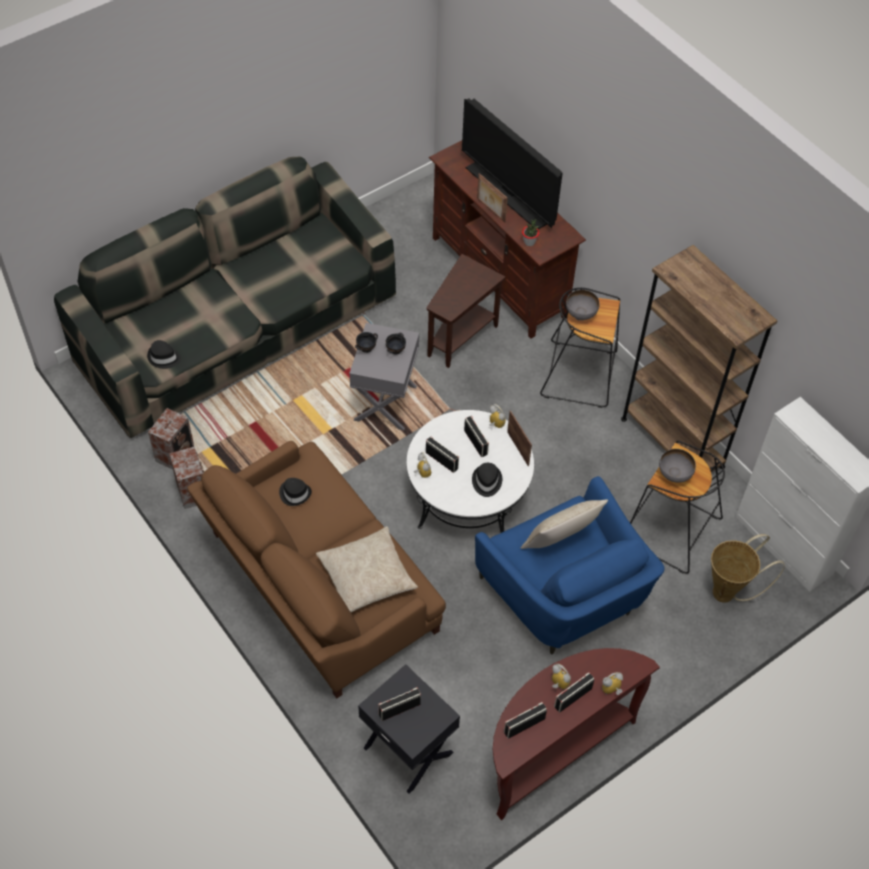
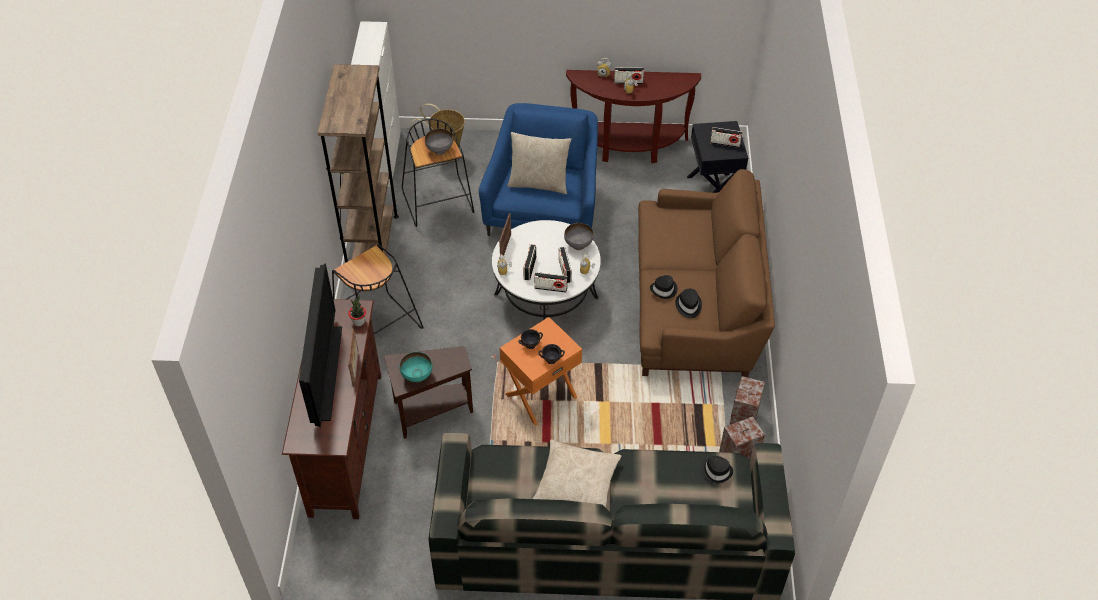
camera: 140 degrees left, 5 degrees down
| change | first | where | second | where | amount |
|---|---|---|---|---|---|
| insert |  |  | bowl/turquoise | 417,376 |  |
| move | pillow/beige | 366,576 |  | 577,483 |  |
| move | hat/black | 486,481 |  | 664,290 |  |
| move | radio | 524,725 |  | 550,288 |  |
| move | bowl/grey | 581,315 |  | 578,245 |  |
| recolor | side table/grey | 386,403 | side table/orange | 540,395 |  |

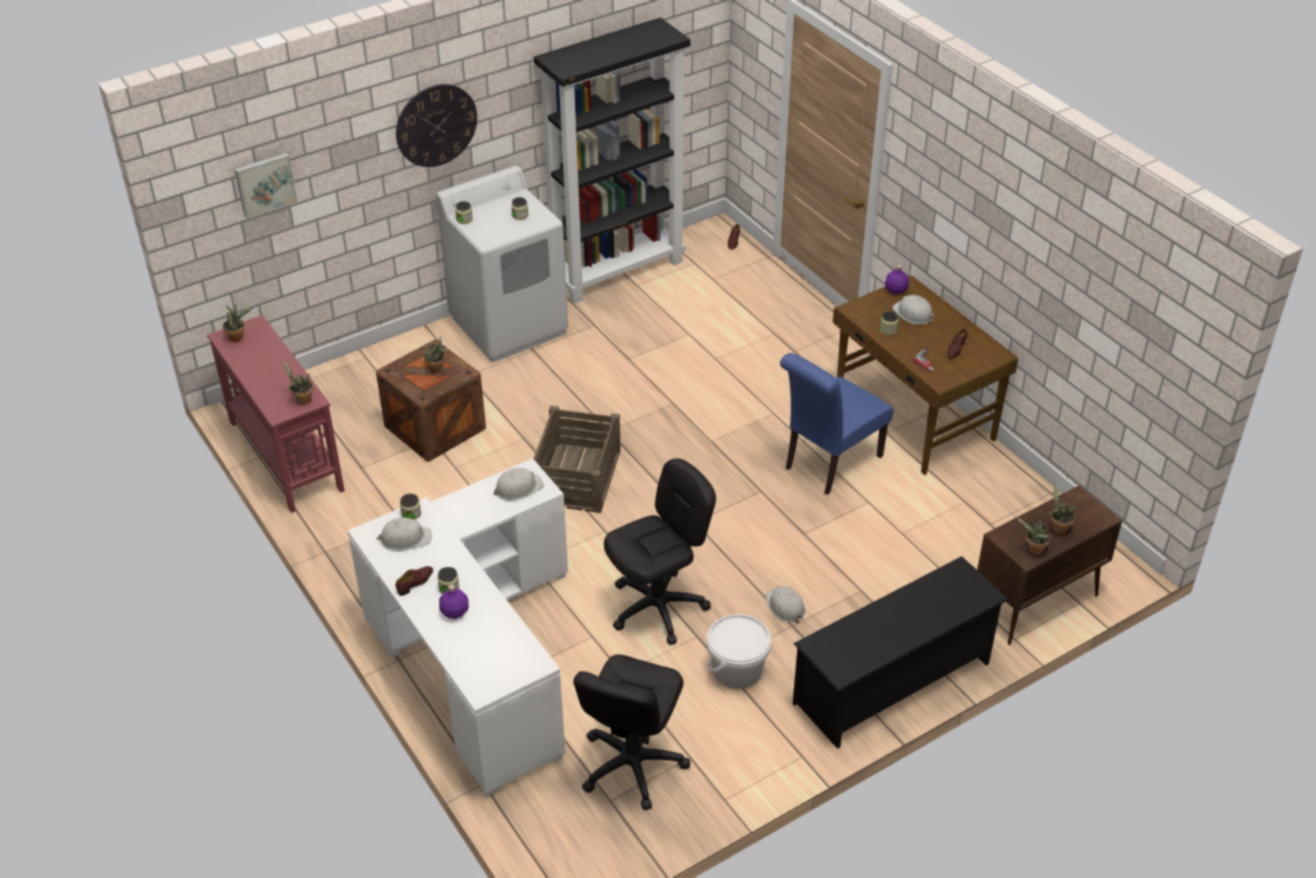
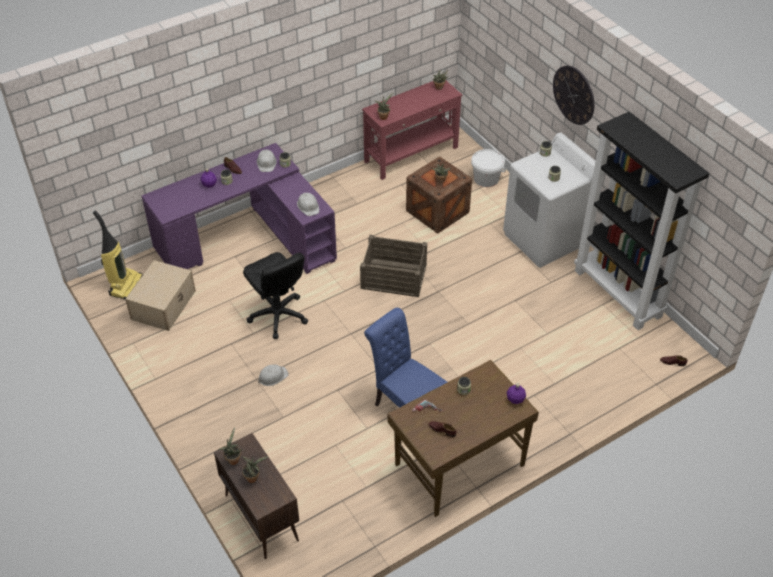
camera: 90 degrees right, 5 degrees up
| change | first | where | second | where | amount |
|---|---|---|---|---|---|
| delete | picture | 265,184 |  |  |  |
| delete | shoe rack/black | 893,683 |  |  |  |
| delete | hard hat/white | 913,314 |  |  |  |
| insert |  |  | vacuum cleaner | 125,285 |  |
| move | bucket/white | 737,670 |  | 486,178 |  |
| replace | office chair/black | 632,764 | storage box/beige | 164,304 |  |
| recolor | desk/white | 472,656 | desk/purple | 249,239 |  |

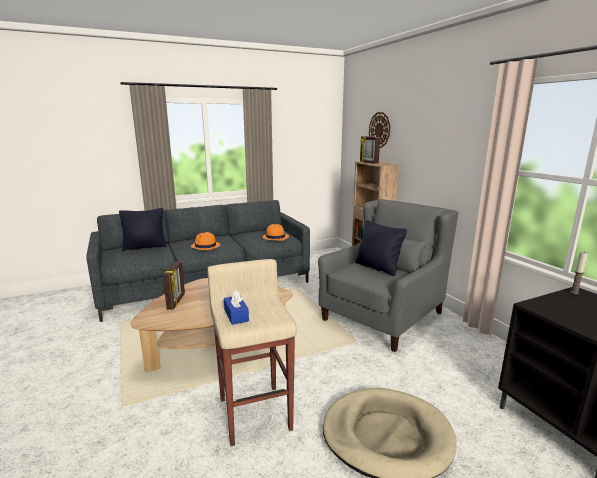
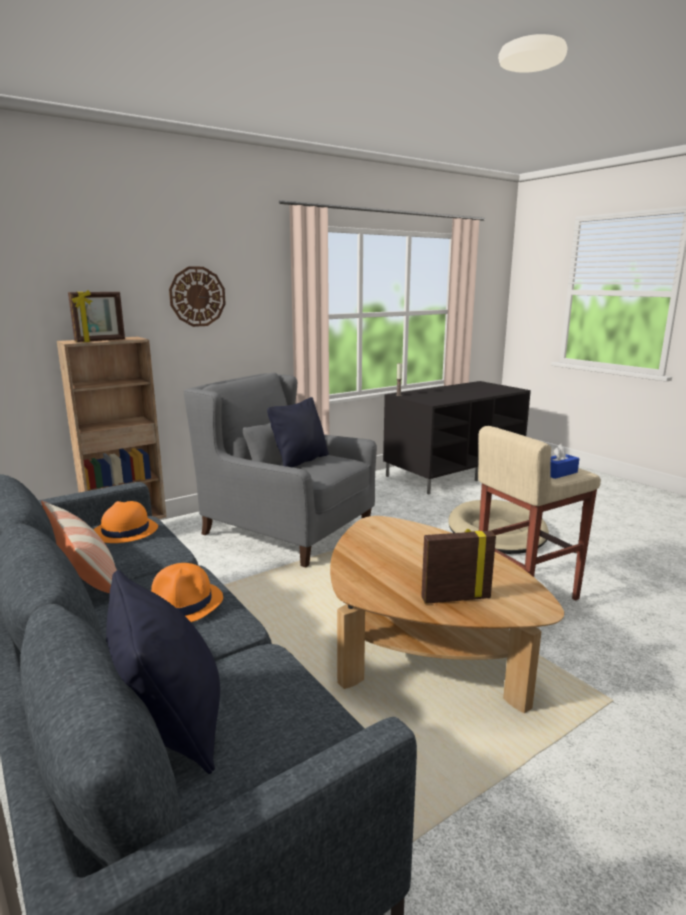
camera: 100 degrees left, 0 degrees up
| change | first | where | second | where | amount |
|---|---|---|---|---|---|
| insert |  |  | pillow | 86,574 |  |
| move | wall clock | 379,130 |  | 197,296 |  |

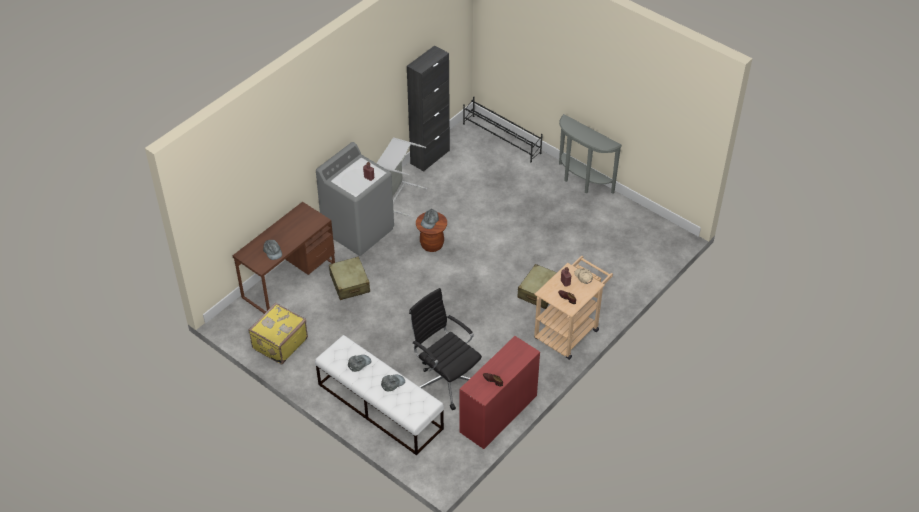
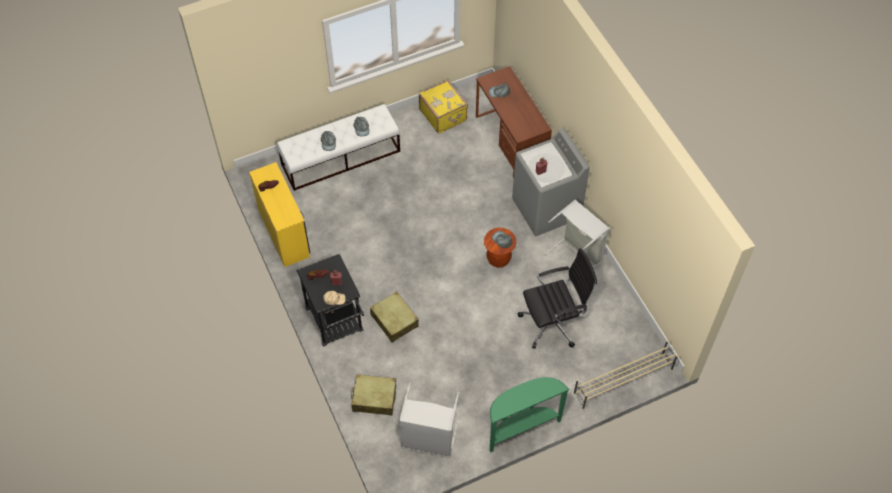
camera: 115 degrees right, 10 degrees up
| change | first | where | second | where | amount |
|---|---|---|---|---|---|
| delete | cabinet/black | 430,157 |  |  |  |
| insert |  |  | laundry basket/grey | 428,440 |  |
| move | suitcase/beige | 350,283 |  | 374,398 |  |
| move | office chair/black | 446,380 |  | 553,323 |  |
| recolor | desk/red | 497,413 | desk/yellow | 284,232 |  |
| recolor | shoe rack/black | 501,139 | shoe rack/beige | 622,381 |  |
| recolor | cart/beige | 569,330 | cart/black | 336,323 |  |
| recolor | console table/grey | 581,182 | console table/green | 521,428 |  |

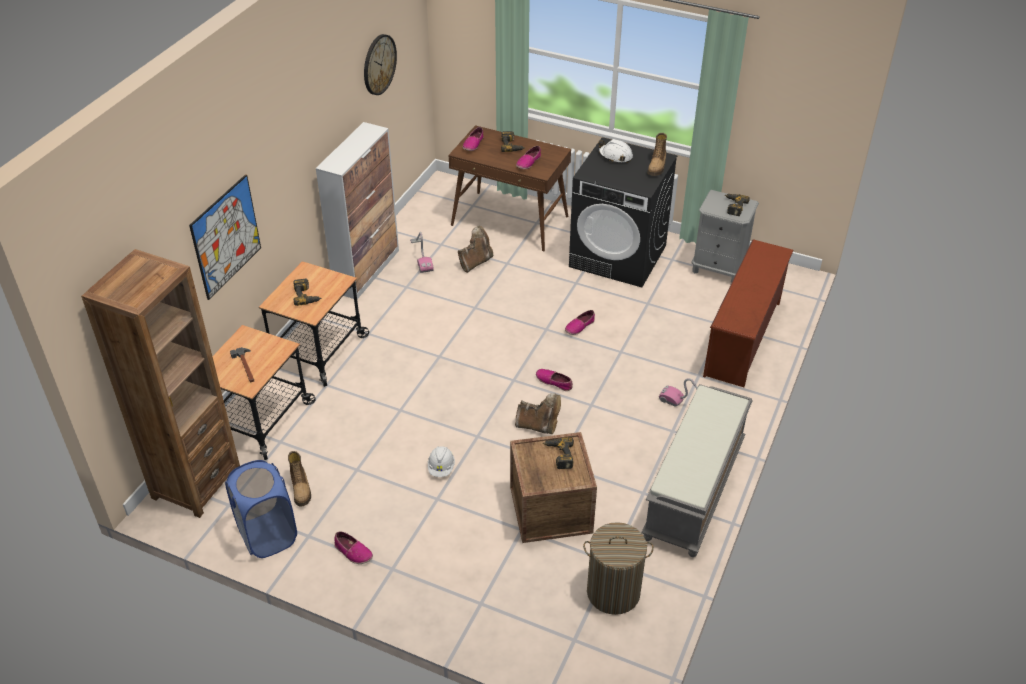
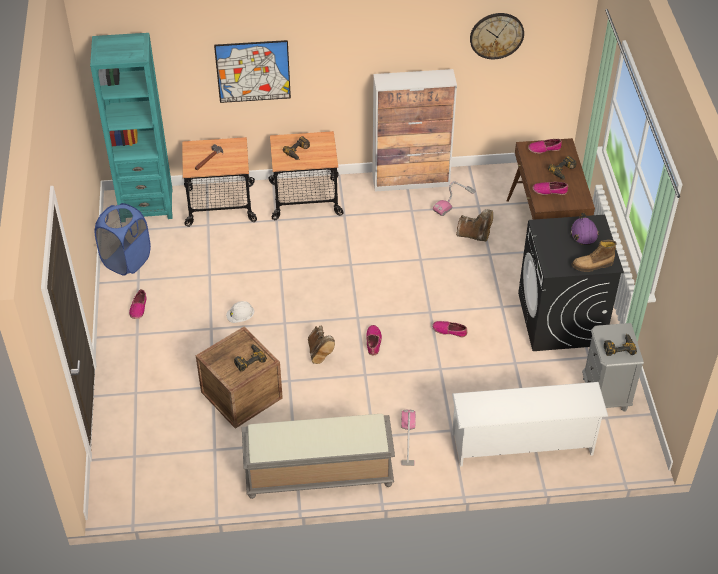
camera: 60 degrees right, 5 degrees up
| change | first | where | second | where | amount |
|---|---|---|---|---|---|
| delete | boot | 301,489 |  |  |  |
| delete | laundry basket | 613,592 |  |  |  |
| recolor | bookcase/brown | 196,483 | bookcase/turquoise | 147,205 |  |
| recolor | hard hat/white | 615,156 | hard hat/purple | 583,233 |  |
| recolor | shoe rack/brown | 744,339 | shoe rack/white | 522,445 |  |

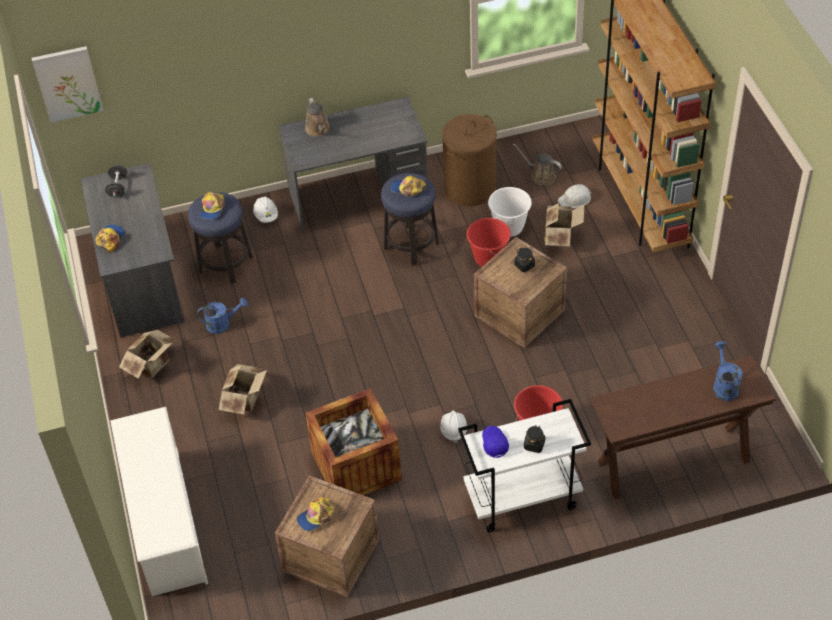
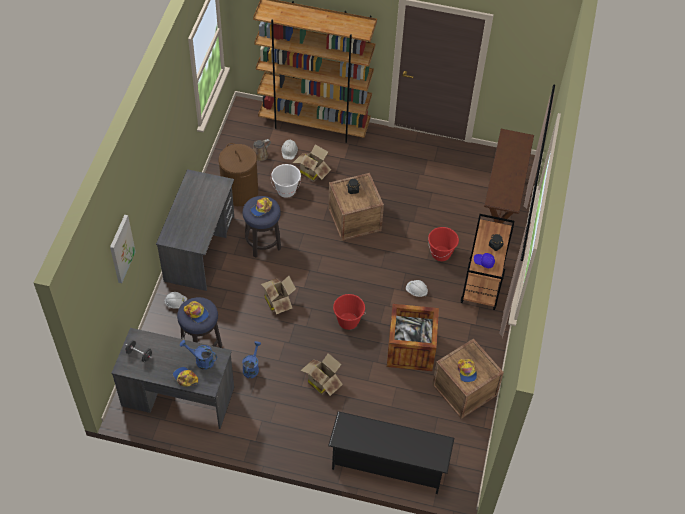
camera: 65 degrees left, 5 degrees up
| change | first | where | second | where | amount |
|---|---|---|---|---|---|
| delete | watering can/brown | 318,129 |  |  |  |
| move | picture | 68,83 |  | 121,249 |  |
| move | cardboard box | 153,365 |  | 278,301 |  |
| move | bucket/red | 488,258 |  | 348,321 |  |
| move | watering can/blue | 724,385 |  | 201,360 |  |
| recolor | shoe rack/white | 165,523 | shoe rack/black | 388,464 |  |
| recolor | cart/white | 521,499 | cart/brown | 482,284 |  |

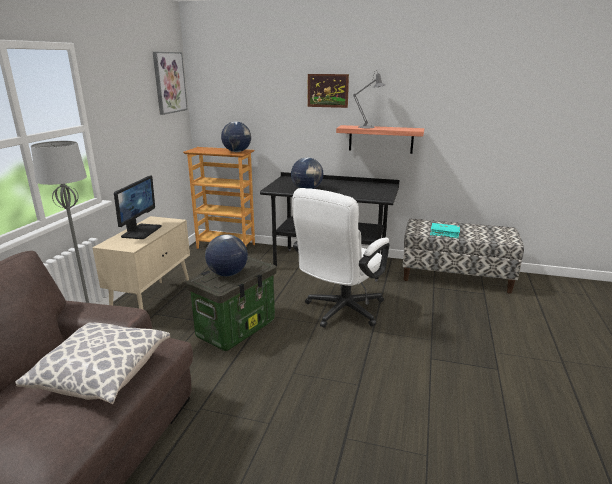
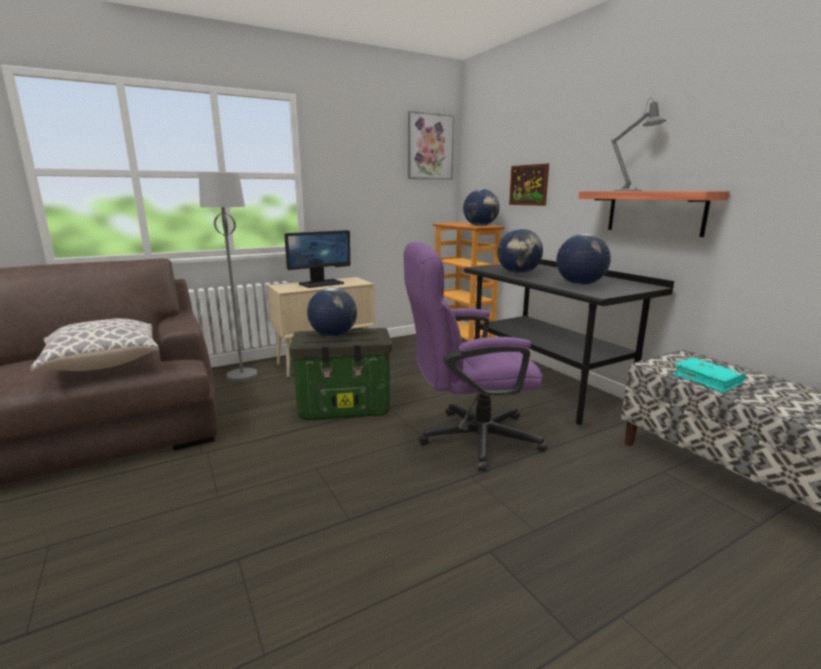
camera: 45 degrees right, 5 degrees down
| change | first | where | second | where | amount |
|---|---|---|---|---|---|
| insert |  |  | globe | 580,284 |  |
| move | picture | 328,90 |  | 528,185 |  |
| recolor | office chair/white | 340,312 | office chair/purple | 468,439 |  |

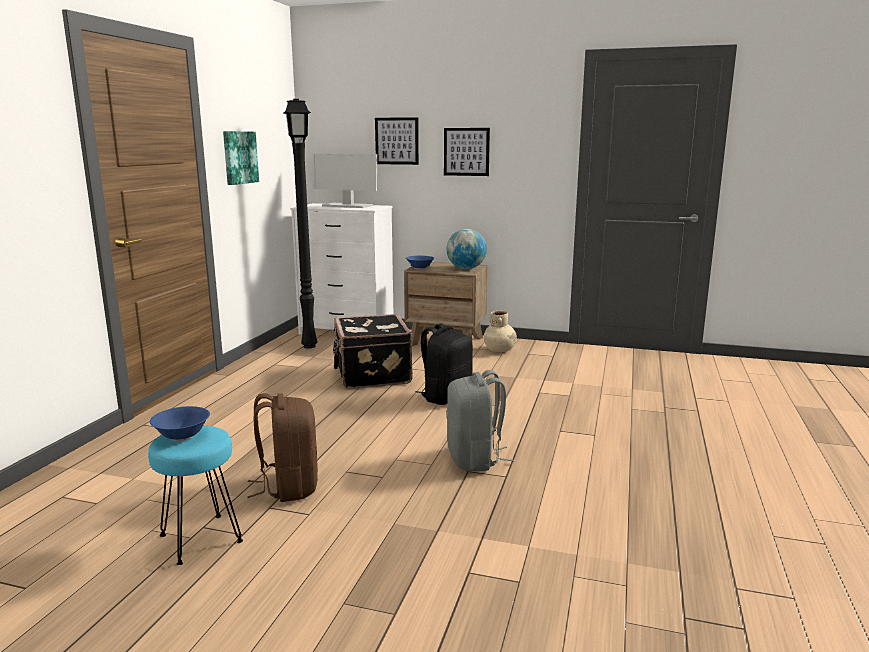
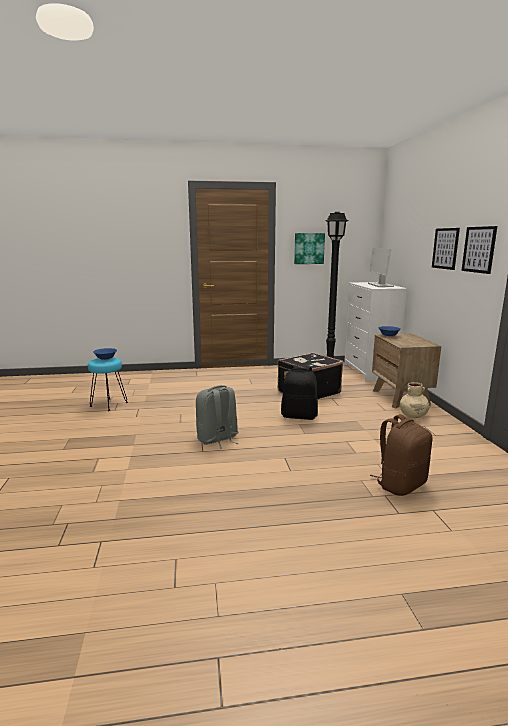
camera: 65 degrees right, 0 degrees up
| change | first | where | second | where | amount |
|---|---|---|---|---|---|
| delete | globe | 466,268 |  |  |  |
| move | backpack/brown | 288,487 |  | 400,484 |  |
| move | picture | 397,141 |  | 479,249 |  |

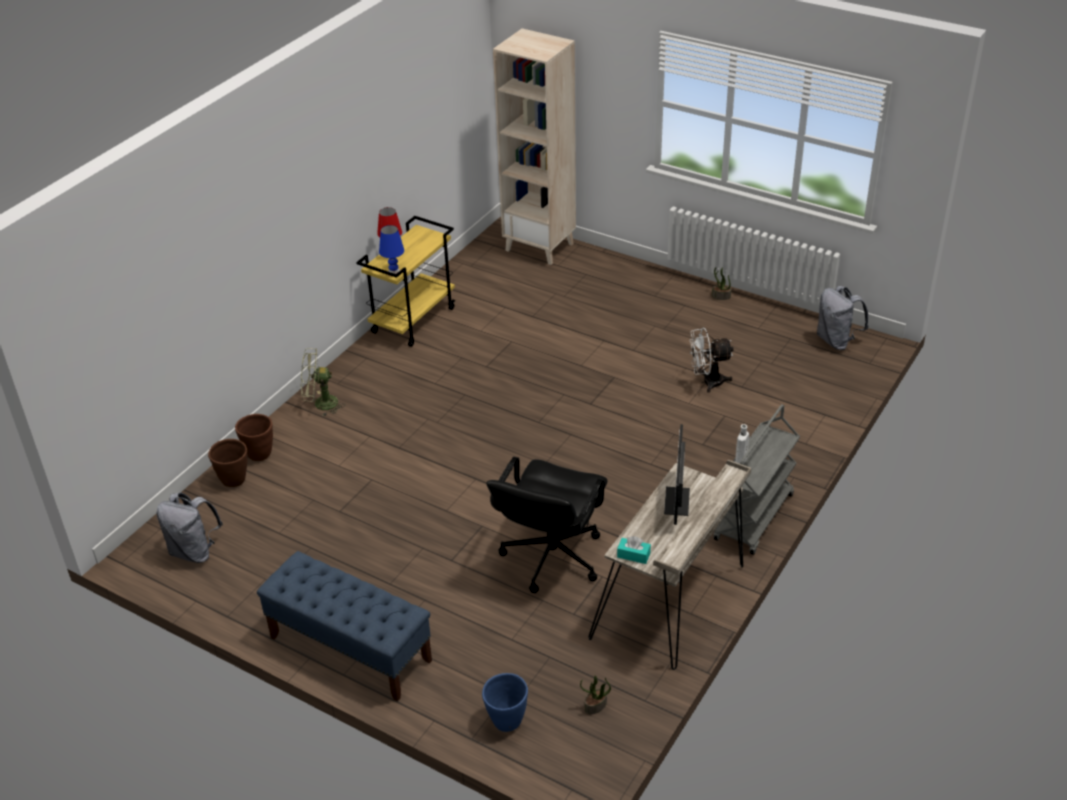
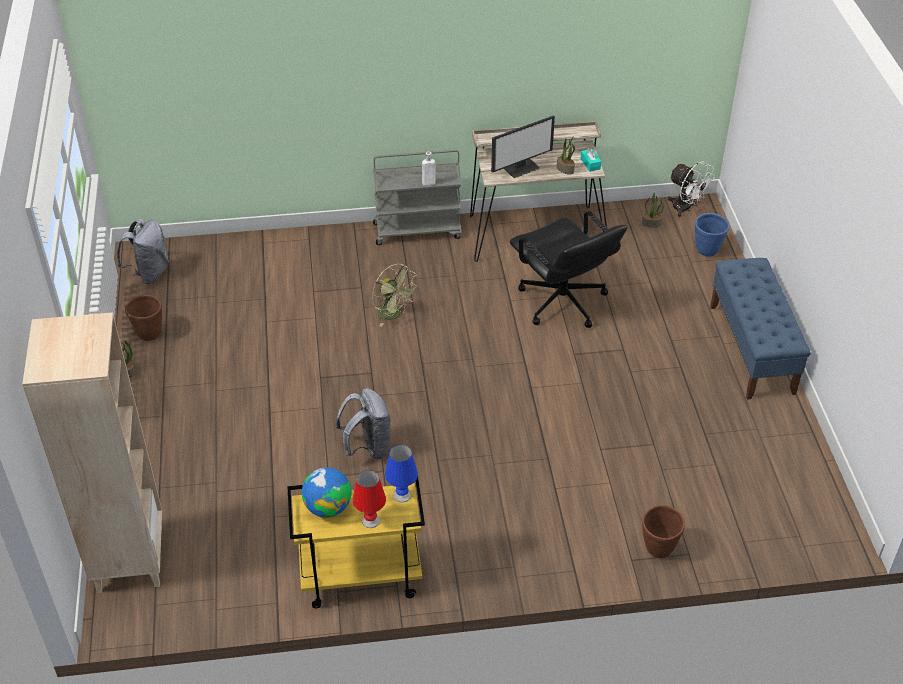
camera: 130 degrees left, 5 degrees up
| change | first | where | second | where | amount |
|---|---|---|---|---|---|
| insert |  |  | globe | 328,507 |  |
| insert |  |  | potted plant | 565,169 |  |
| move | backpack/grey | 194,551 |  | 368,447 |  |
| move | planter/brown | 234,480 |  | 149,334 |  |
| move | fan/green | 320,404 |  | 393,314 |  |
| move | fan/white | 707,382 |  | 685,209 |  |
| rotate | office chair/black | 551,557 |  | 562,303 | 75 degrees clockwise |

